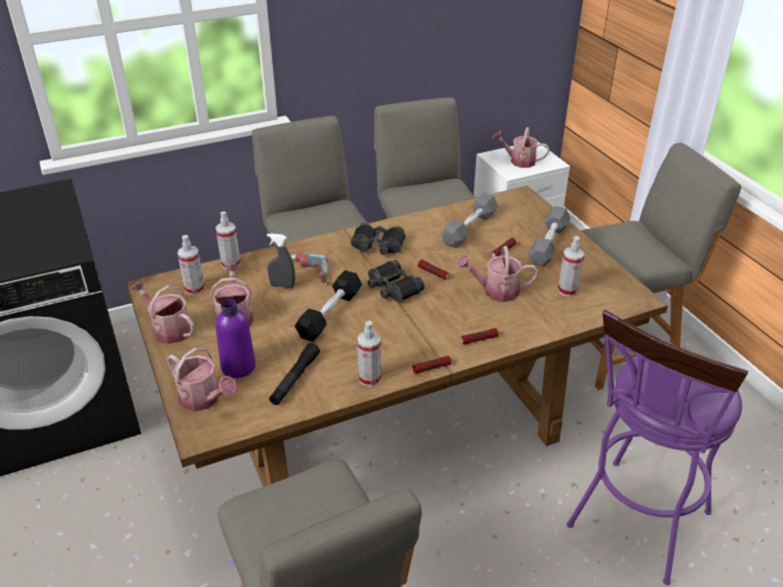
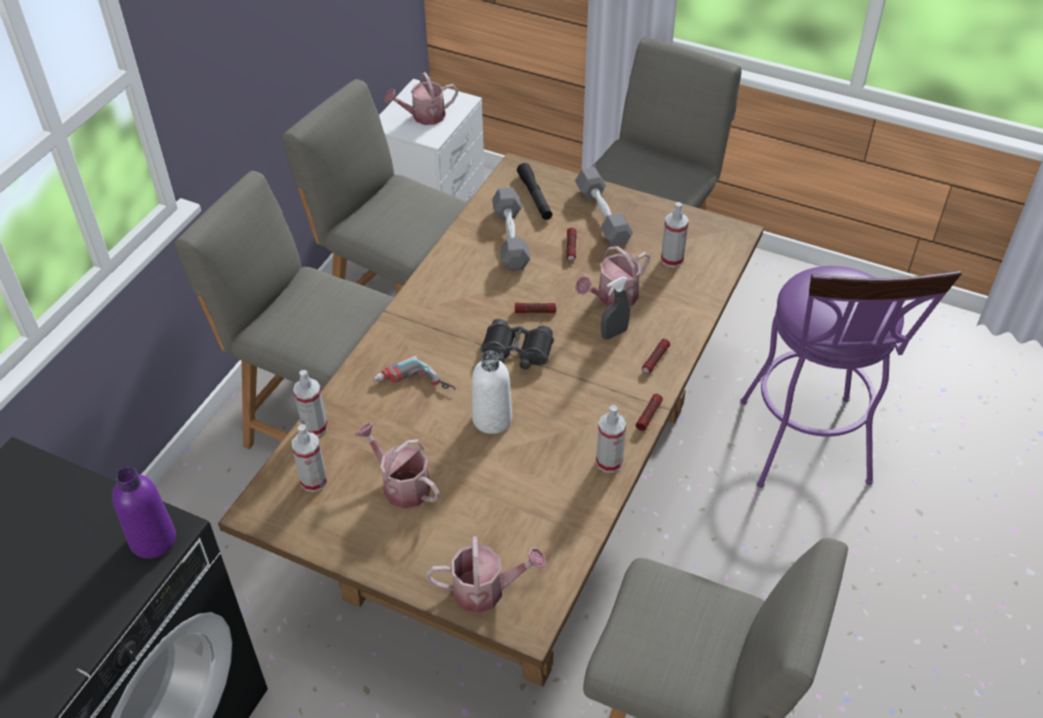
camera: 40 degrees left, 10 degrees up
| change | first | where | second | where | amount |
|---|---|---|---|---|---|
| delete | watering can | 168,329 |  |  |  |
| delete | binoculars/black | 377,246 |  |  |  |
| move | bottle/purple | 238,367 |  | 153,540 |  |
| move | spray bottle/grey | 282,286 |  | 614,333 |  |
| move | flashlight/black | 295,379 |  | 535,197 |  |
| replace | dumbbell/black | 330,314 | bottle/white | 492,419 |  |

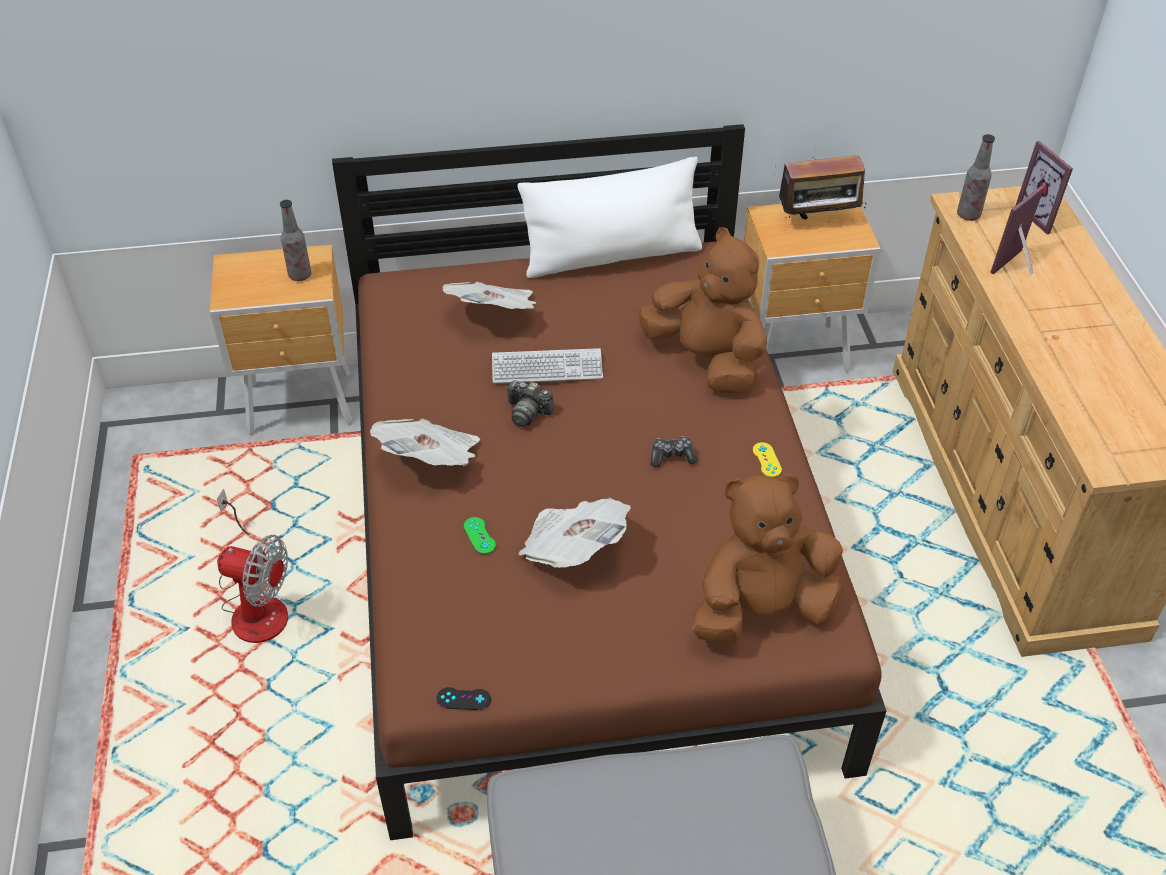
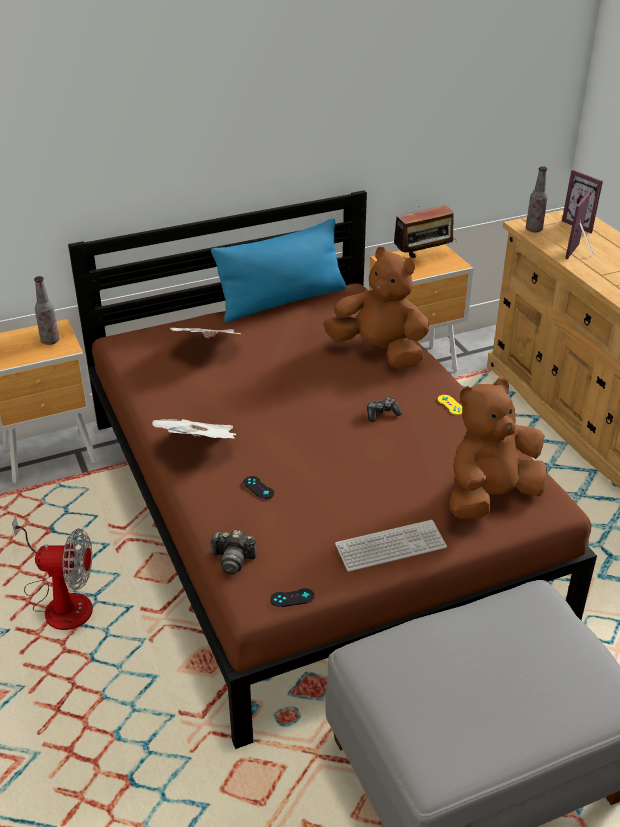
camera: 15 degrees left, 10 degrees down
| change | first | where | second | where | amount |
|---|---|---|---|---|---|
| delete | newspaper | 573,549 |  |  |  |
| move | keyboard | 547,368 |  | 390,547 |  |
| move | photo camera | 527,412 |  | 233,560 |  |
| recolor | game controller/green | 479,535 | game controller/black | 258,488 |  |
| recolor | pillow/white | 612,256 | pillow/blue | 282,301 |  |

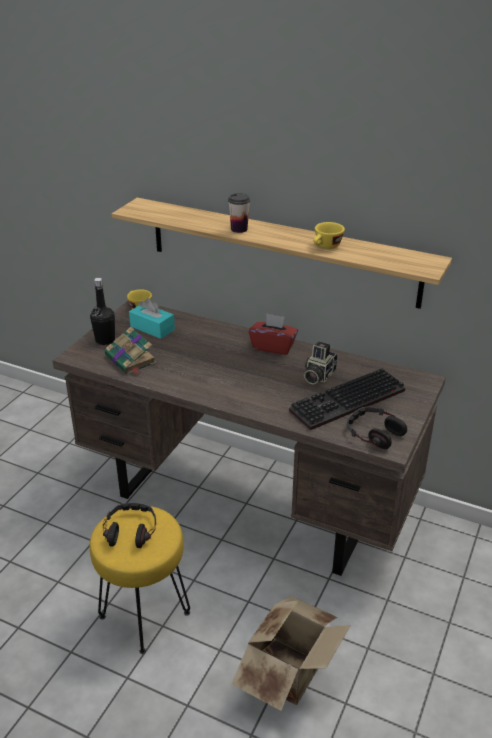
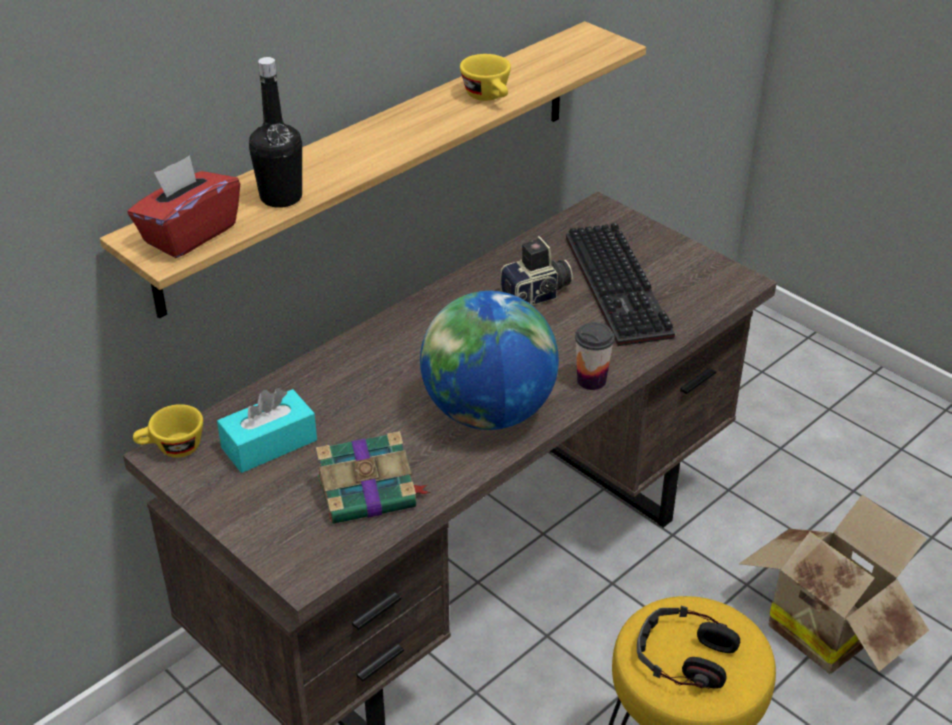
camera: 70 degrees left, 5 degrees up
| change | first | where | second | where | amount |
|---|---|---|---|---|---|
| delete | headphones | 374,433 |  |  |  |
| insert |  |  | globe | 488,413 |  |
| move | bottle/black | 105,340 |  | 281,197 |  |
| move | cup | 239,229 |  | 591,380 |  |
| move | tissue box/red | 273,347 |  | 189,234 |  |
| rotate | photo camera | 318,375 |  | 537,295 | 75 degrees counterclockwise |

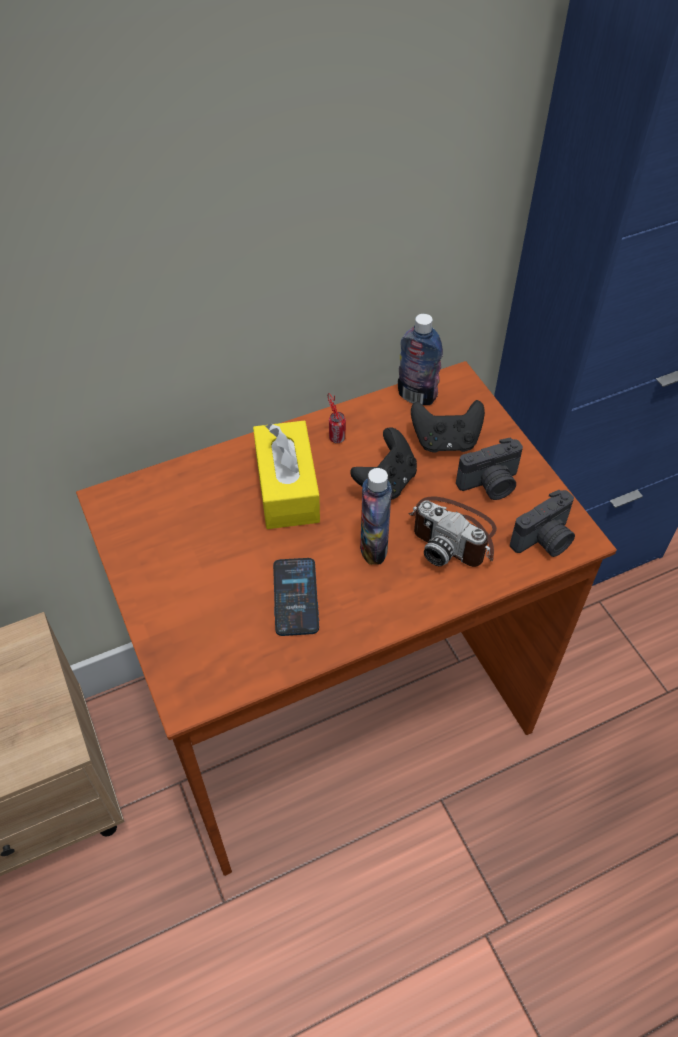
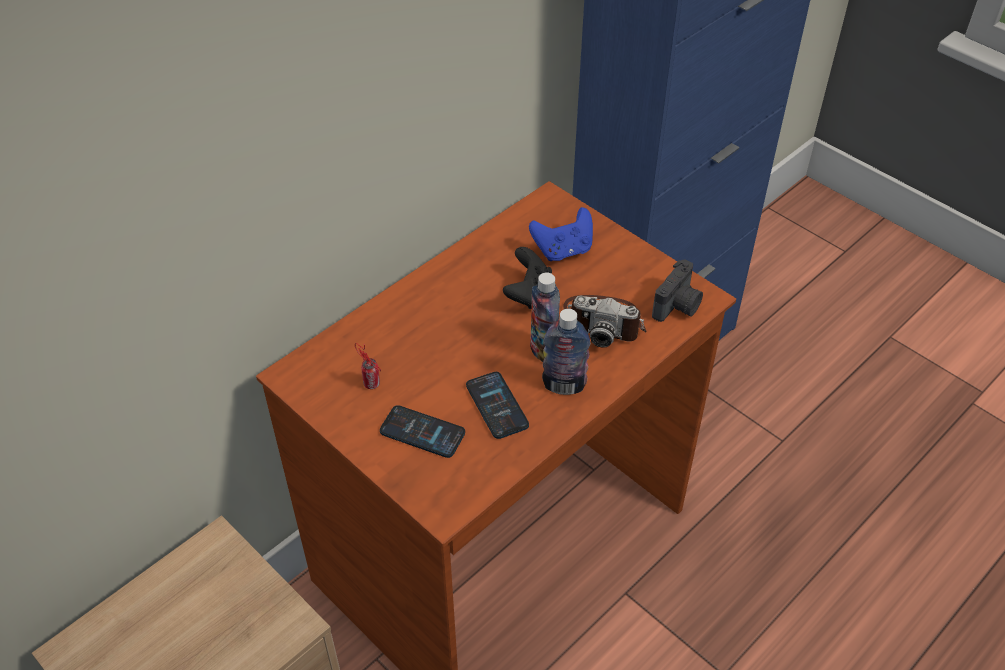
camera: 20 degrees left, 5 degrees down
| change | first | where | second | where | amount |
|---|---|---|---|---|---|
| delete | tissue box/yellow | 287,487 |  |  |  |
| delete | photo camera | 490,485 |  |  |  |
| insert |  |  | phone | 422,432 |  |
| move | can | 338,440 |  | 373,385 |  |
| move | bottle | 416,396 |  | 564,385 |  |
| recolor | game controller/black | 445,442 | game controller/blue | 563,250 |  |

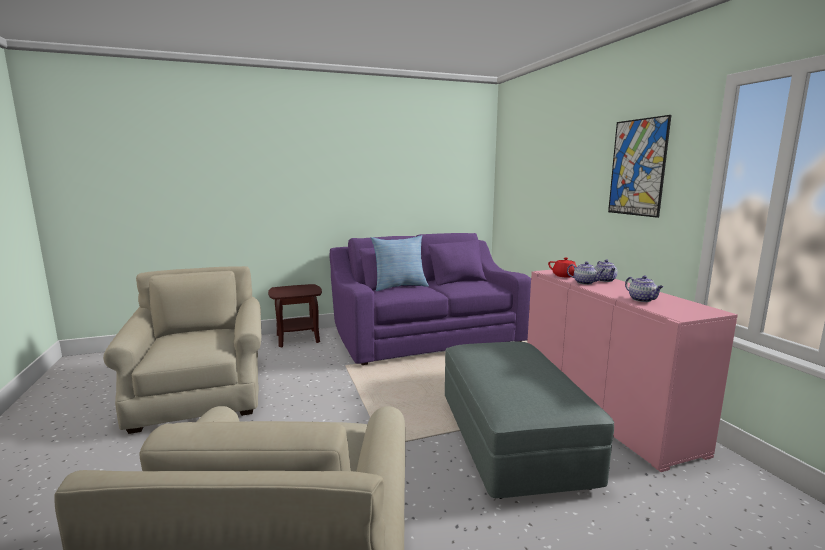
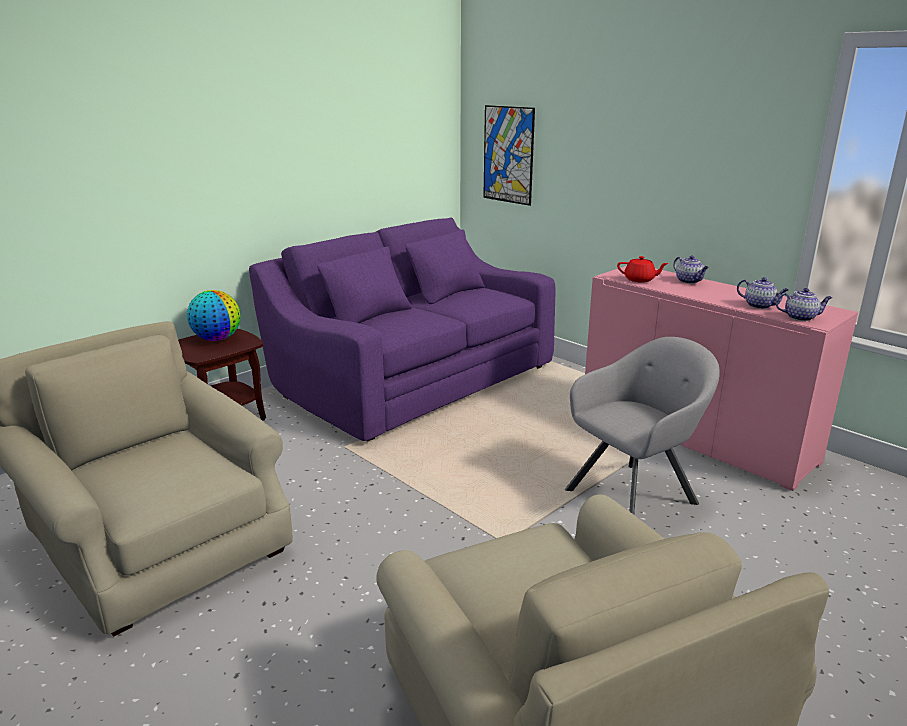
camera: 25 degrees left, 10 degrees up
| change | first | where | second | where | amount |
|---|---|---|---|---|---|
| delete | pillow | 399,286 |  |  |  |
| insert |  |  | globe | 217,339 |  |
| move | teapot | 585,283 |  | 800,317 |  |
| move | picture | 637,167 |  | 508,155 |  |
| replace | ottoman/grey | 512,439 | armchair/grey | 635,495 |  |

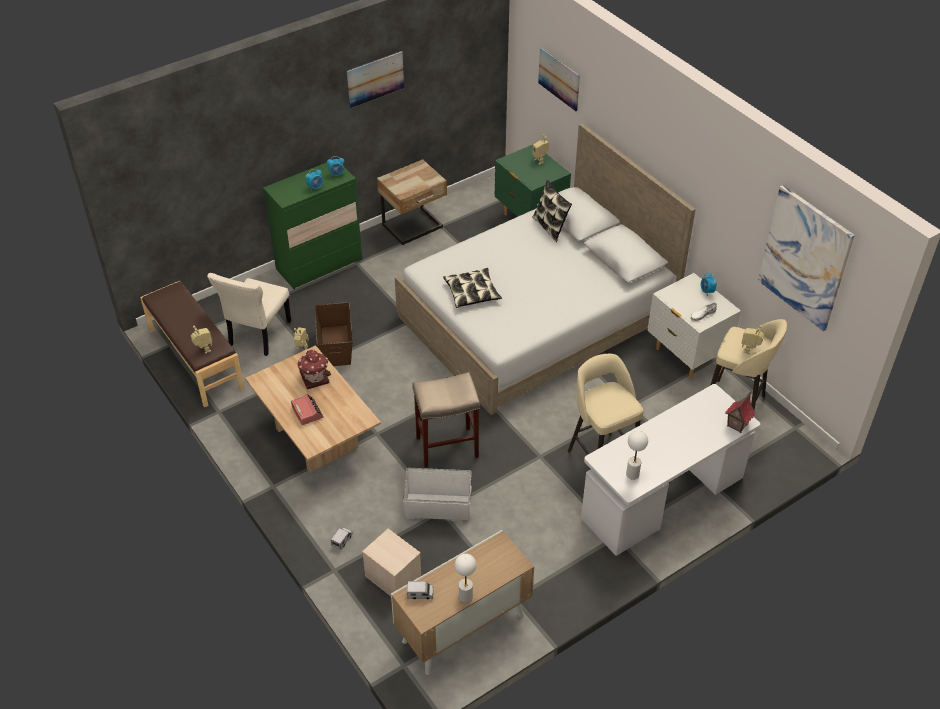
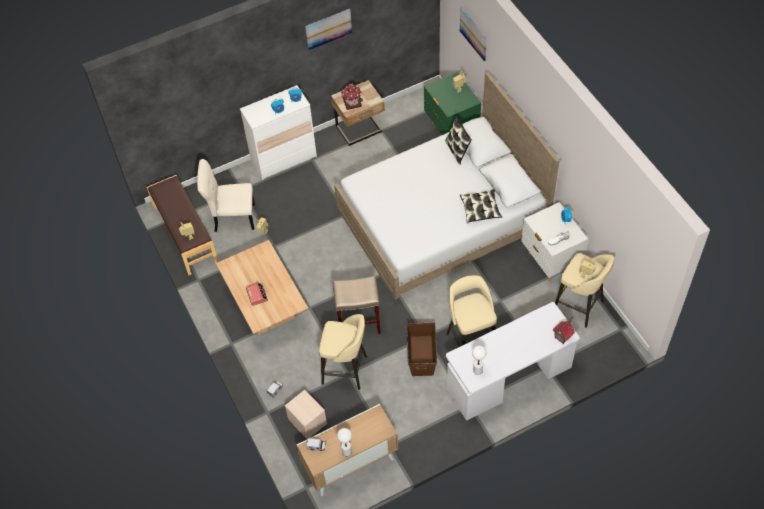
camera: 10 degrees right, 10 degrees up
| change | first | where | second | where | amount |
|---|---|---|---|---|---|
| delete | picture | 805,258 |  |  |  |
| move | toy house | 314,377 |  | 352,102 |  |
| move | storage box/brown | 336,345 |  | 422,355 |  |
| move | pillow | 472,293 |  | 480,209 |  |
| replace | storage box/white | 438,507 | stool/beige | 346,370 |  |
| recolor | dresser/green | 319,265 | dresser/white | 284,159 |  |
| rotate | chair/beige | 258,335 |  | 232,217 | 60 degrees clockwise |

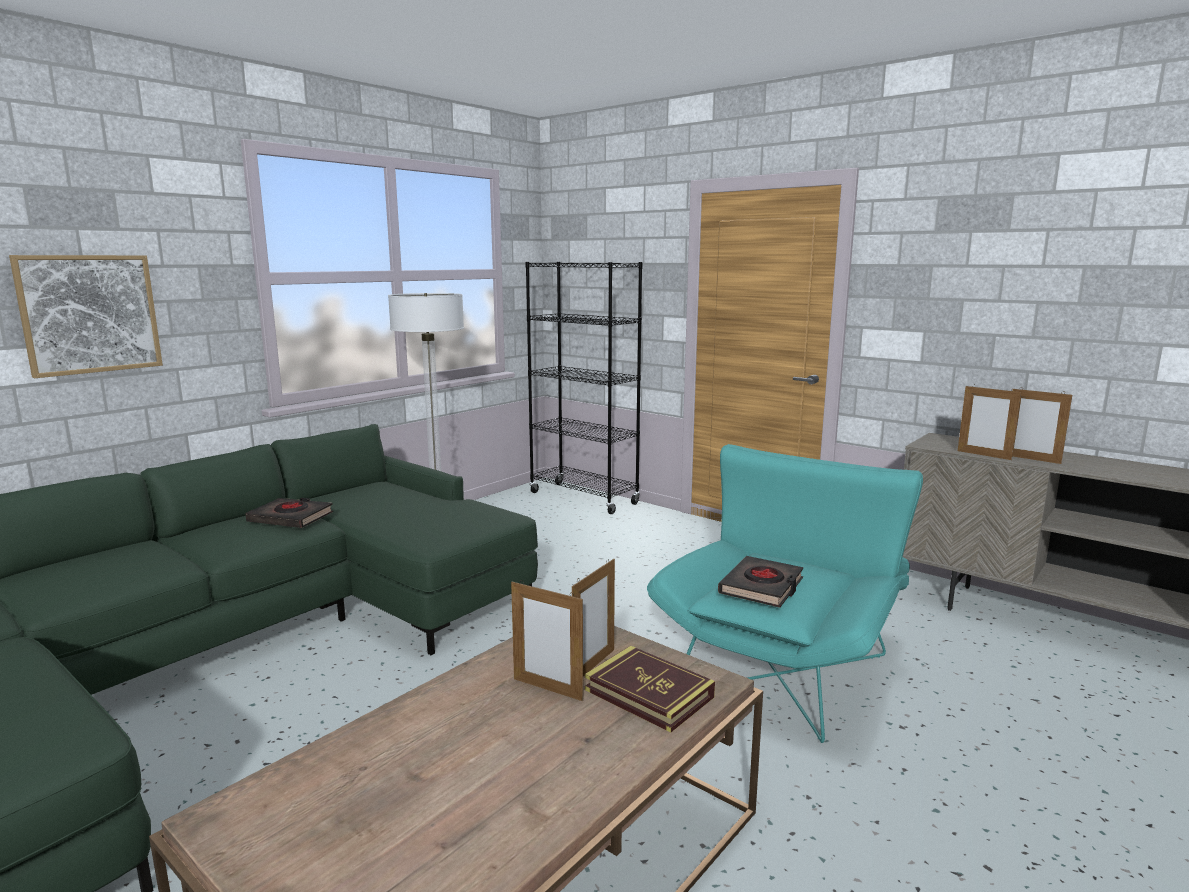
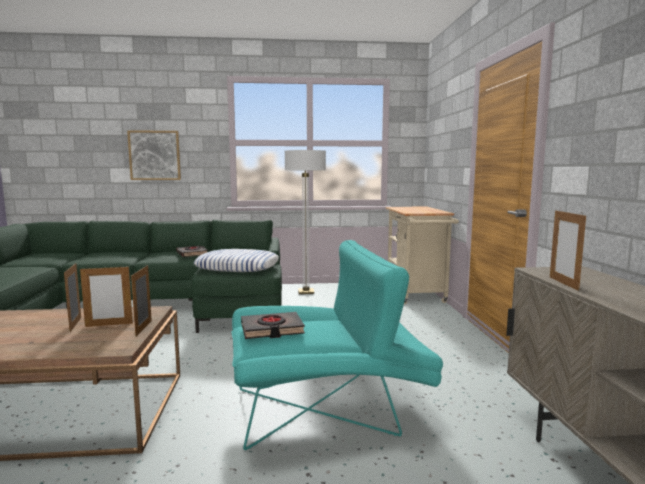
camera: 45 degrees right, 5 degrees down
| change | first | where | second | where | amount |
|---|---|---|---|---|---|
| delete | book | 649,693 |  |  |  |
| insert |  |  | pillow | 238,267 |  |
| move | picture frame | 1031,459 |  | 144,328 |  |
| replace | bookcase/black | 584,498 | cart/beige | 416,295 |  |

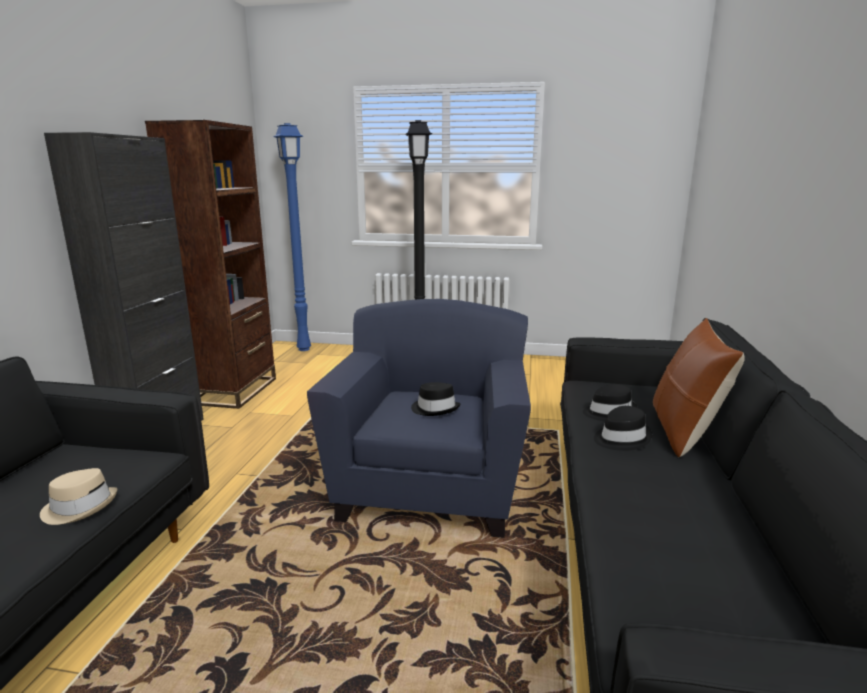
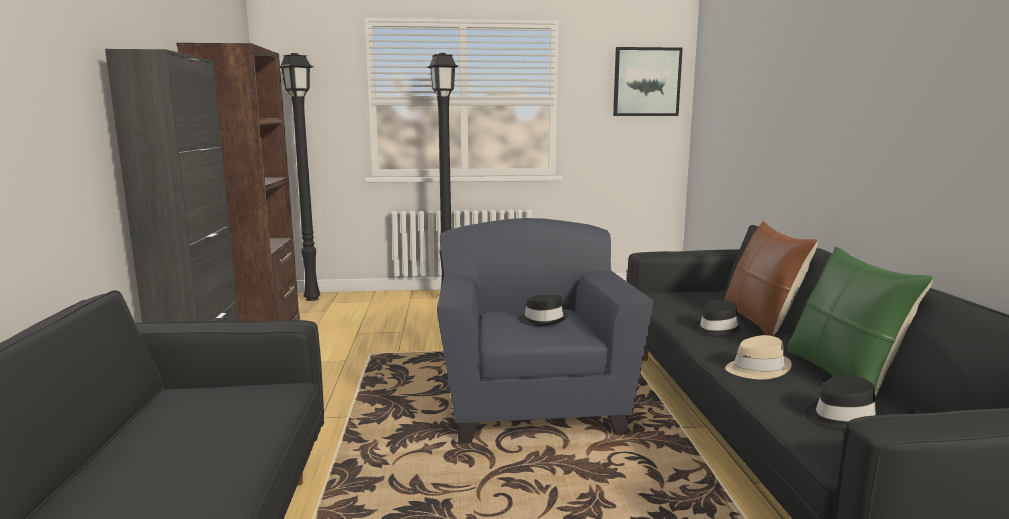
camera: 15 degrees left, 5 degrees down
| change | first | where | second | where | amount |
|---|---|---|---|---|---|
| insert |  |  | picture | 646,82 |  |
| insert |  |  | pillow/green | 843,374 |  |
| move | hat/beige | 80,507 |  | 757,369 |  |
| move | hat/black | 609,412 |  | 841,417 |  |
| recolor | floor lamp/blue | 304,349 | floor lamp/black | 312,298 |  |

